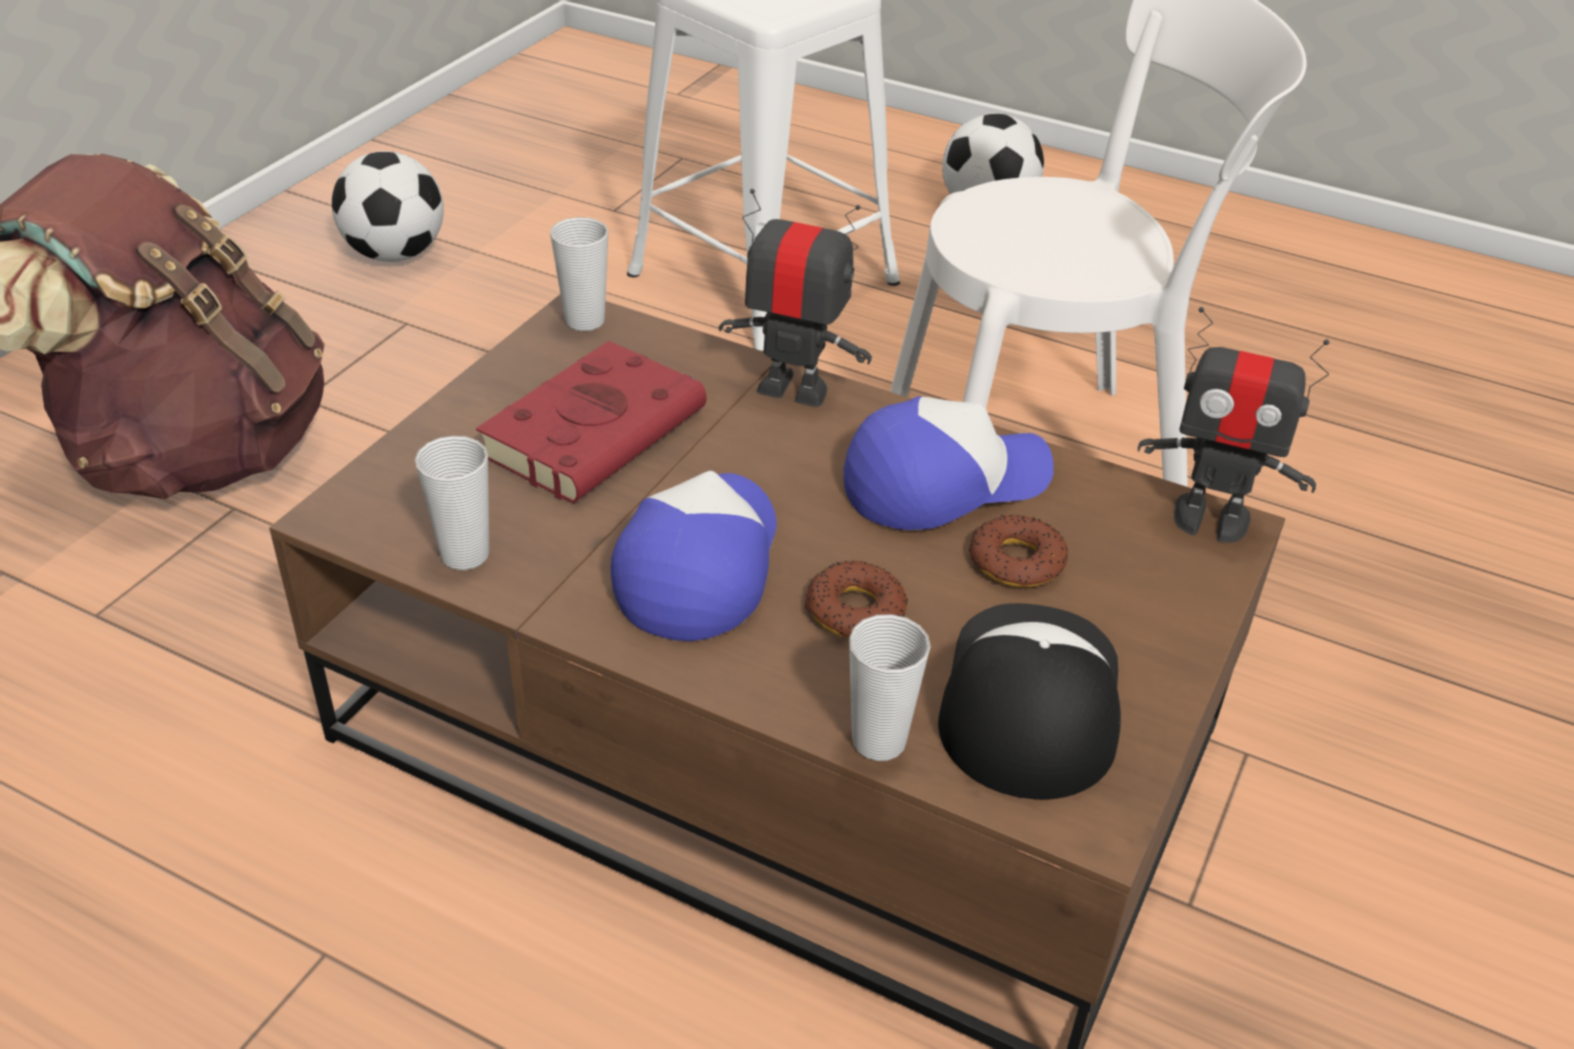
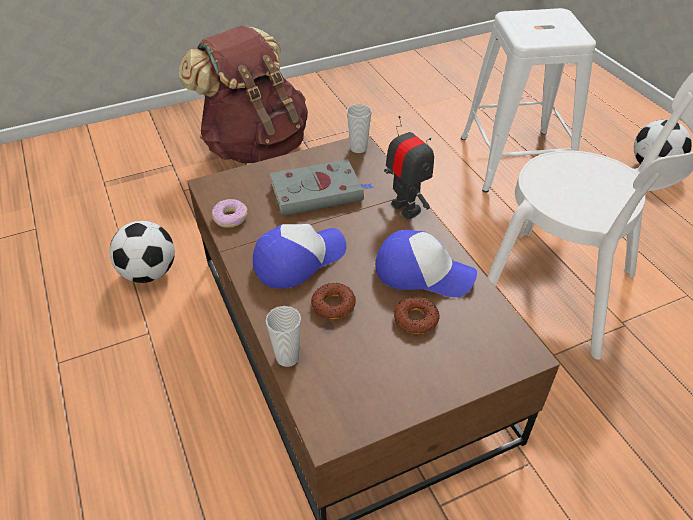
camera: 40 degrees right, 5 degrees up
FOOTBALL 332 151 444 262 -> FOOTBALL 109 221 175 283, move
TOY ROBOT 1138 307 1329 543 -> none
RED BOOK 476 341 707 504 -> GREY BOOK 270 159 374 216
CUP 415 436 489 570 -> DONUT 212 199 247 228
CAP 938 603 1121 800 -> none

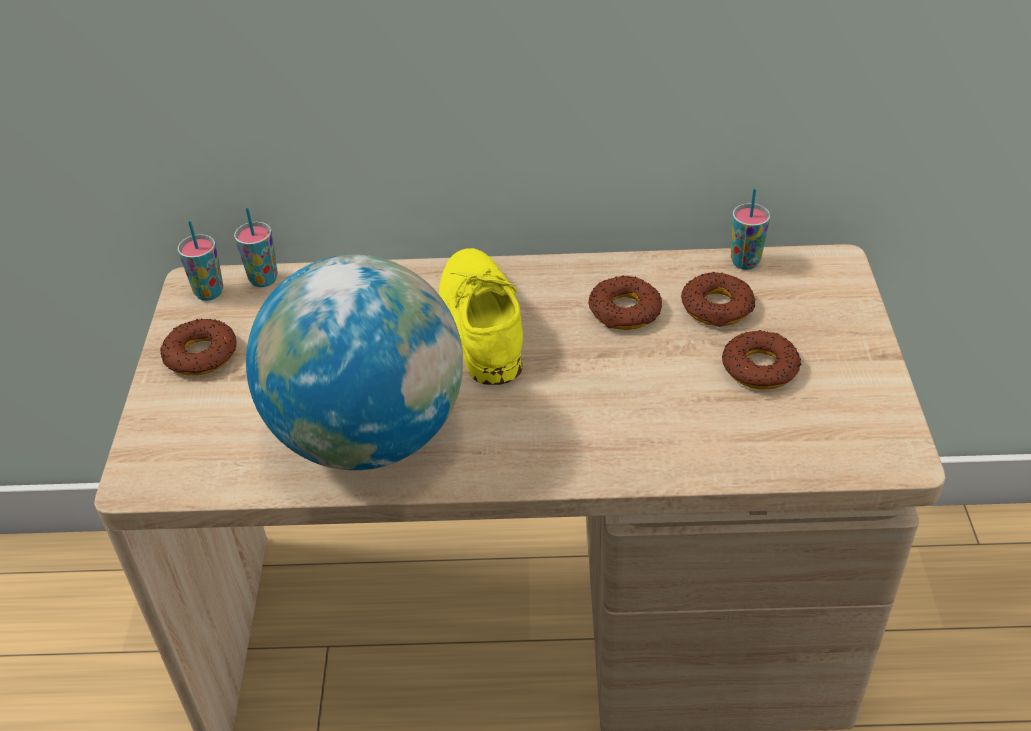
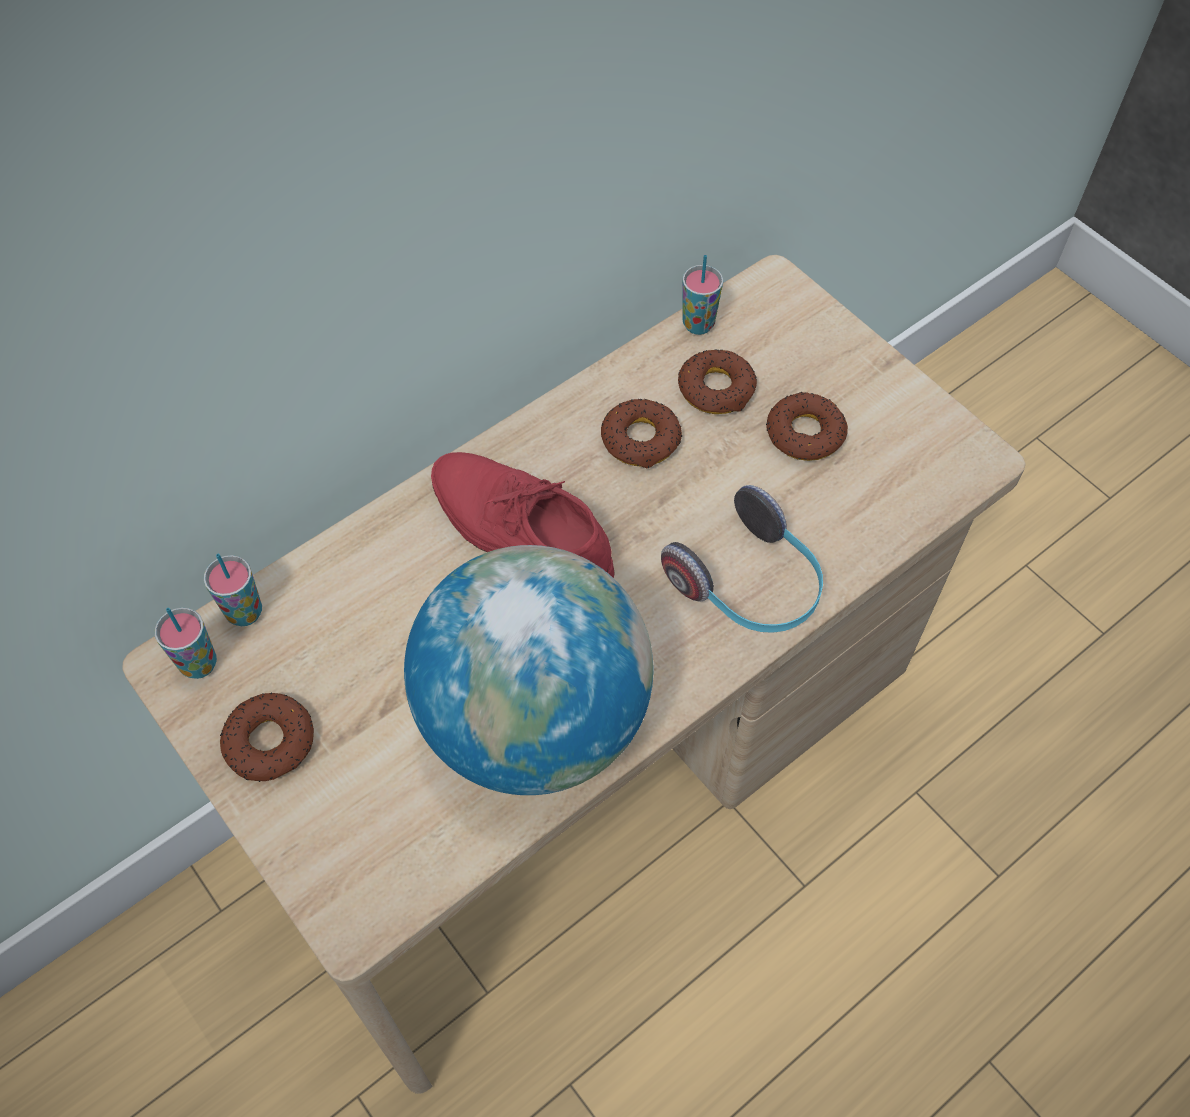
camera: 40 degrees left, 15 degrees up
YELLOW SHOE 439 248 523 385 -> RED SHOE 431 452 615 578
none -> HEADPHONES 661 485 823 633

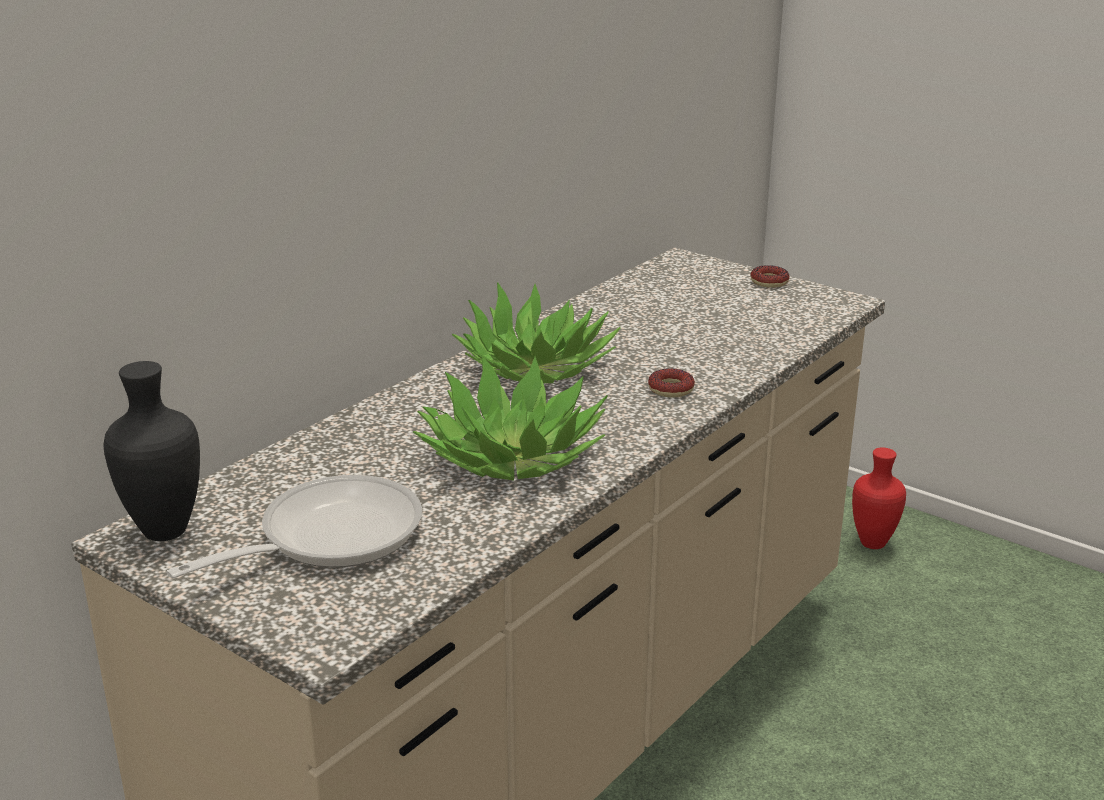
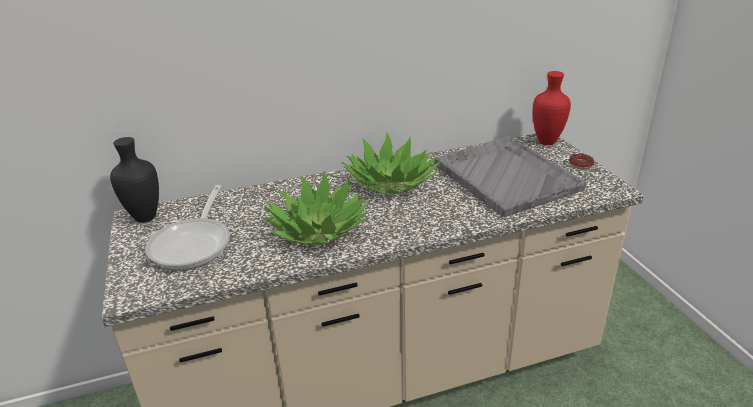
camera: 35 degrees right, 5 degrees up
DONUT 648 368 695 397 -> none
RED VASE 852 447 906 549 -> RED VASE 533 71 571 145, move
FRYING PAN 166 475 422 579 -> FRYING PAN 145 185 230 270, 105 degrees clockwise
none -> GREY TRAY 435 136 587 217

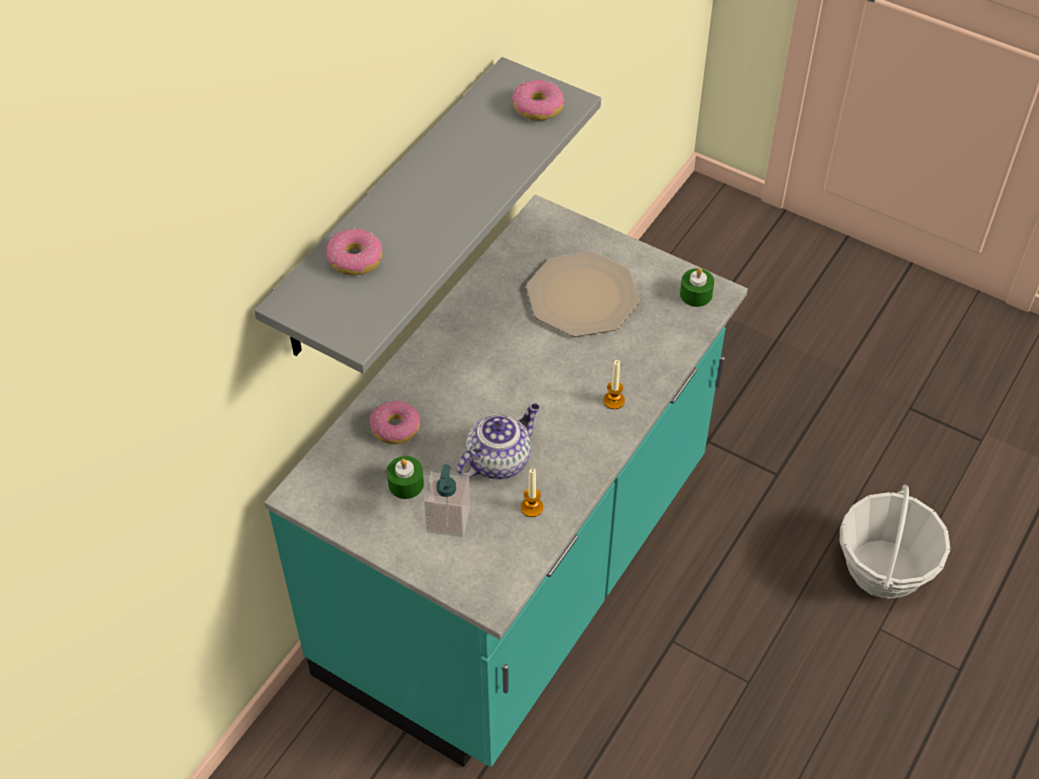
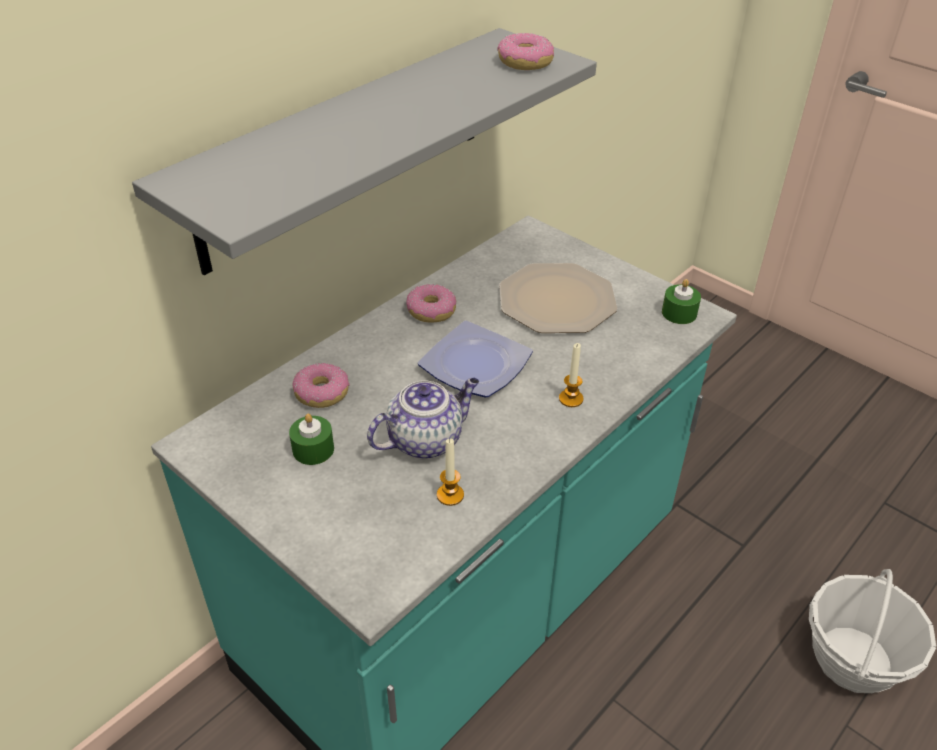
camera: 10 degrees right, 10 degrees down
DONUT 326 228 382 276 -> DONUT 406 284 456 323, move
SOAP DISPENSER 424 464 470 537 -> none
none -> PLATE 418 320 533 397

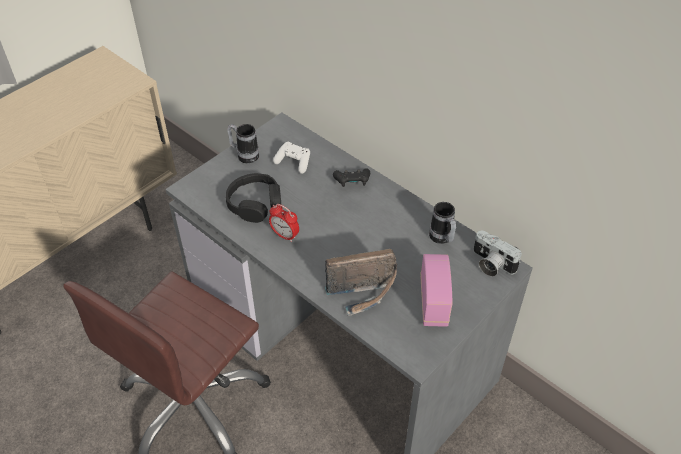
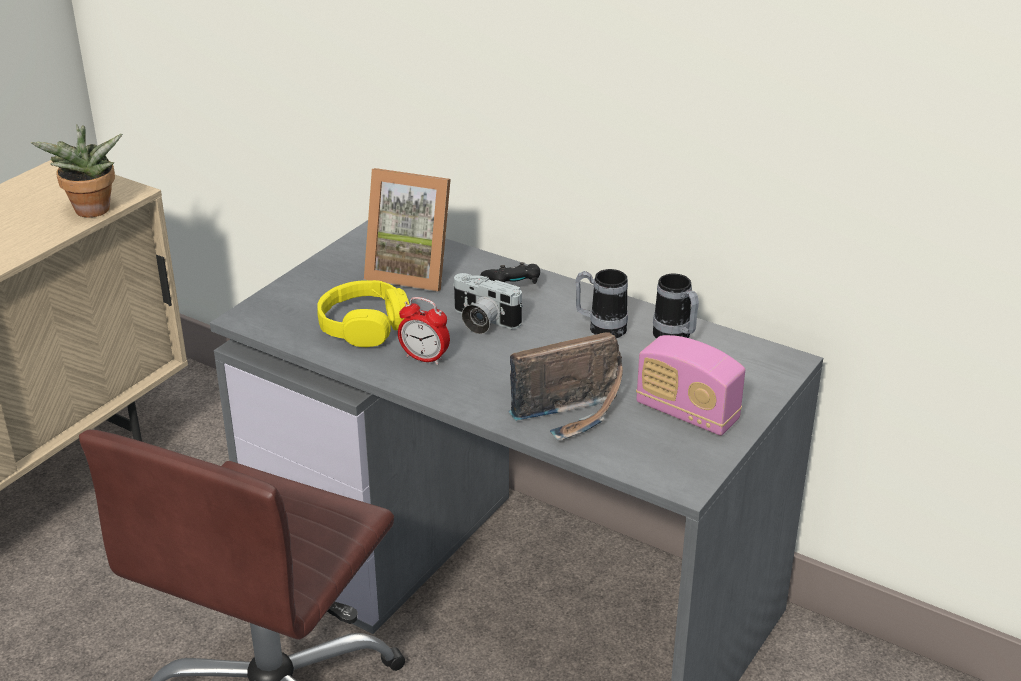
camera: 10 degrees left, 15 degrees down
MUG 227 124 259 164 -> MUG 576 269 628 338, move
WHITE GAME CONTROLLER 273 142 310 174 -> PICTURE FRAME 364 168 451 292
BLACK HEADPHONES 226 173 281 223 -> YELLOW HEADPHONES 317 280 409 347
PHOTO CAMERA 473 231 522 277 -> PHOTO CAMERA 453 273 523 334, move
RADIO 421 254 452 327 -> RADIO 636 335 745 436, 135 degrees clockwise
none -> POTTED PLANT 30 124 122 218

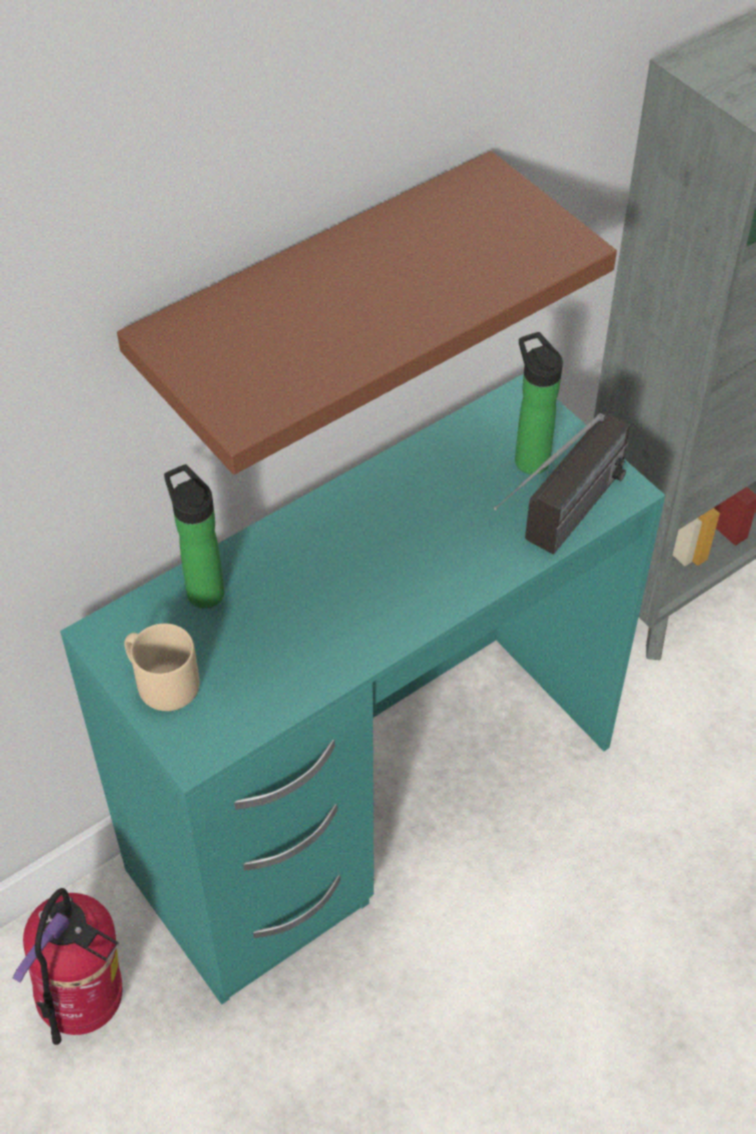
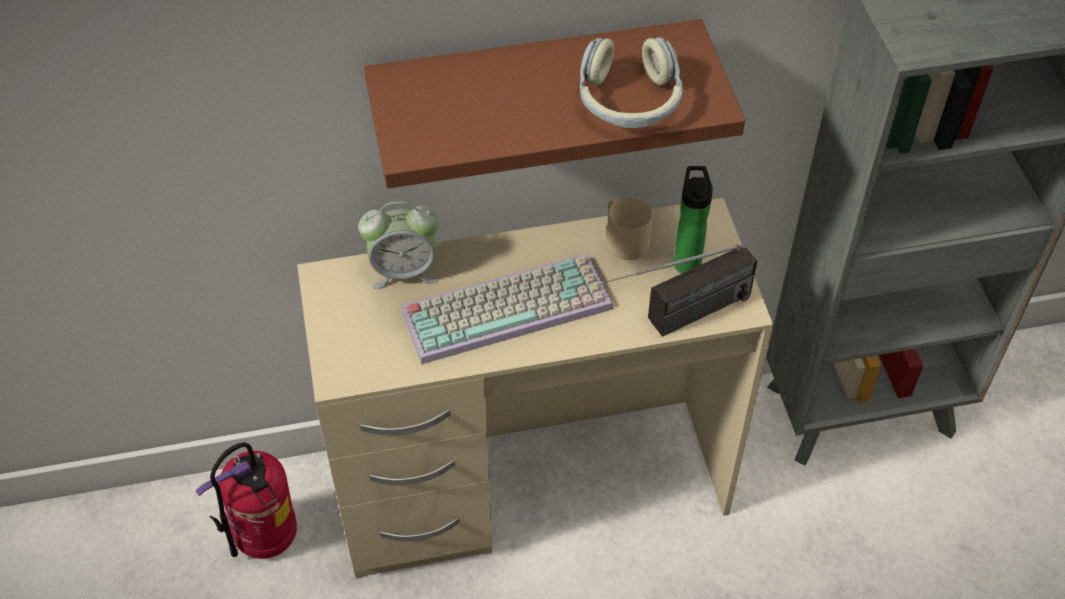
camera: 25 degrees right, 0 degrees up
TURQUOISE DESK 60 373 665 1005 -> BEIGE DESK 297 198 773 579
BOTTLE 164 464 224 608 -> ALARM CLOCK 358 201 439 289
BEIGE MUG 124 623 200 711 -> BEIGE MUG 606 197 653 260, move
none -> HEADPHONES 580 37 683 128
none -> KEYBOARD 401 253 613 365

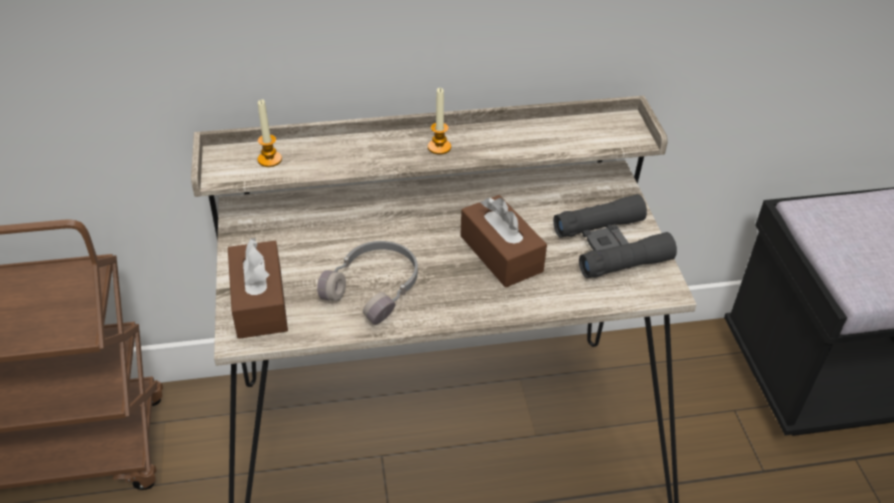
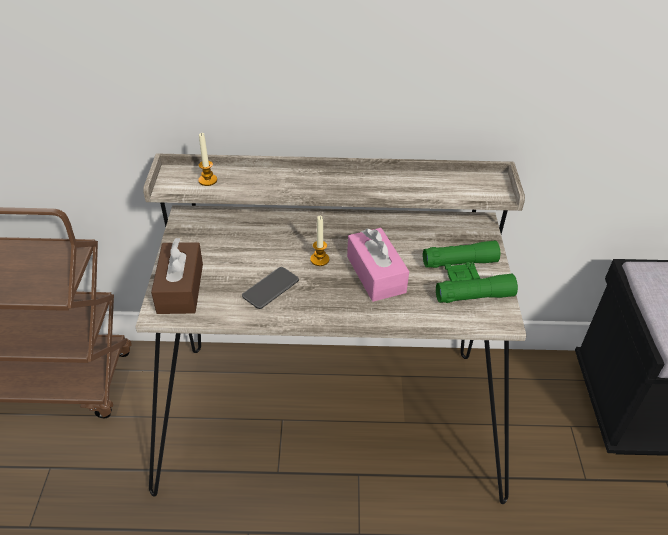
camera: 10 degrees right, 0 degrees up
CANDLE 428 88 451 155 -> CANDLE 310 216 329 266, move
BLACK BINOCULARS 553 194 677 278 -> GREEN BINOCULARS 423 240 518 303
BROWN TISSUE BOX 460 195 547 288 -> PINK TISSUE BOX 347 228 409 302
GREY HEADPHONES 317 241 418 325 -> PHONE 242 267 299 309

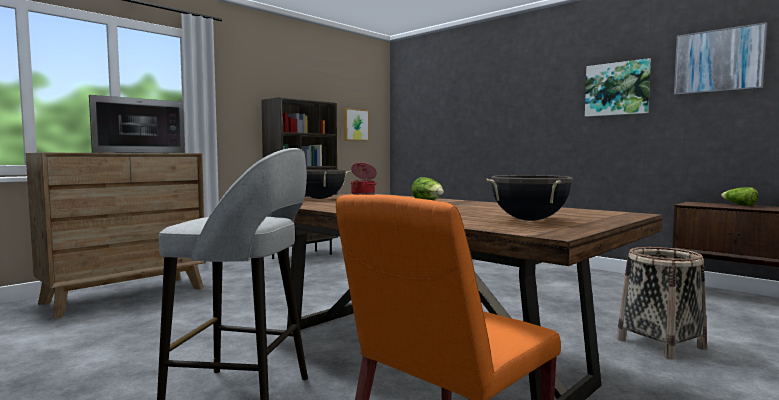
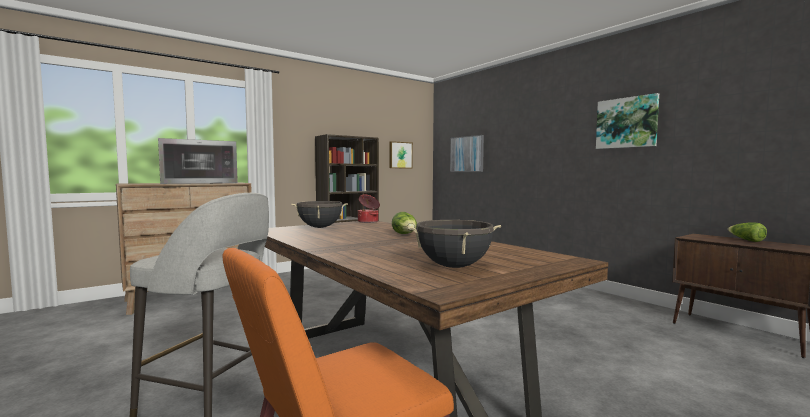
camera: 10 degrees right, 0 degrees up
PICTURE 674 22 767 95 -> PICTURE 450 135 484 172, move
BASKET 617 247 707 359 -> none

